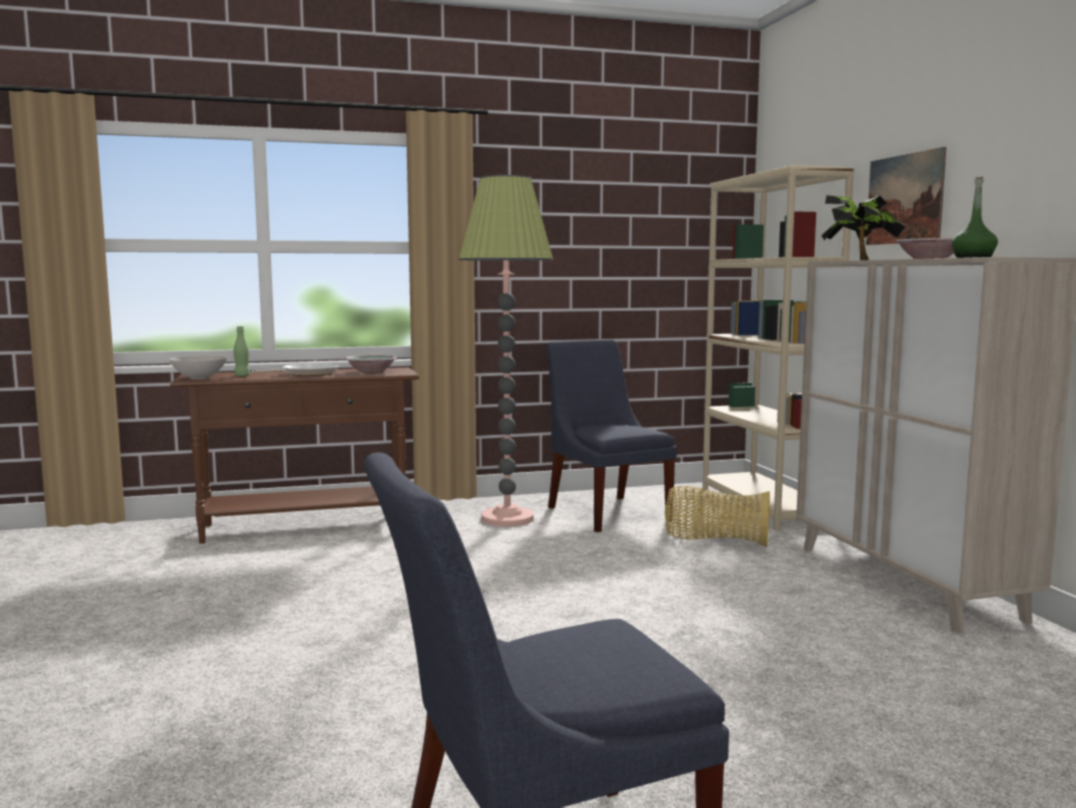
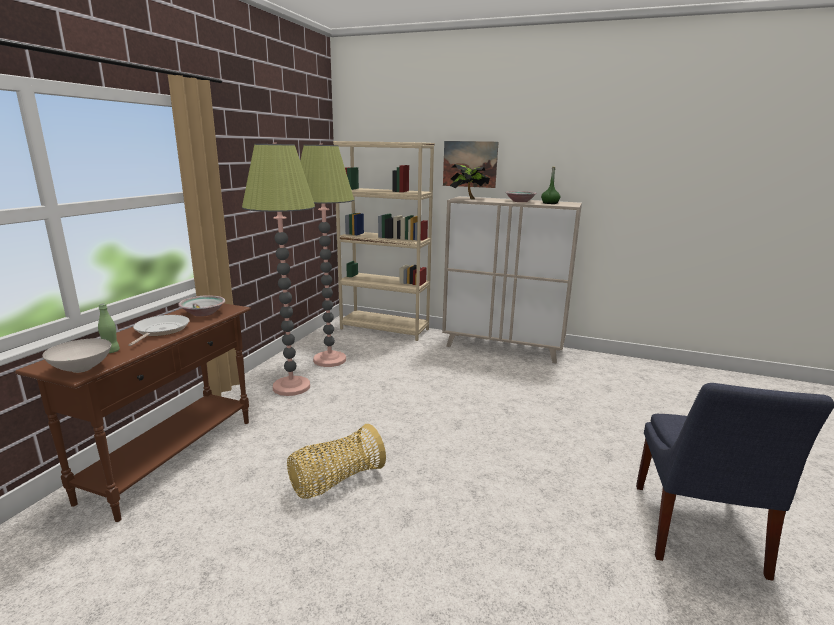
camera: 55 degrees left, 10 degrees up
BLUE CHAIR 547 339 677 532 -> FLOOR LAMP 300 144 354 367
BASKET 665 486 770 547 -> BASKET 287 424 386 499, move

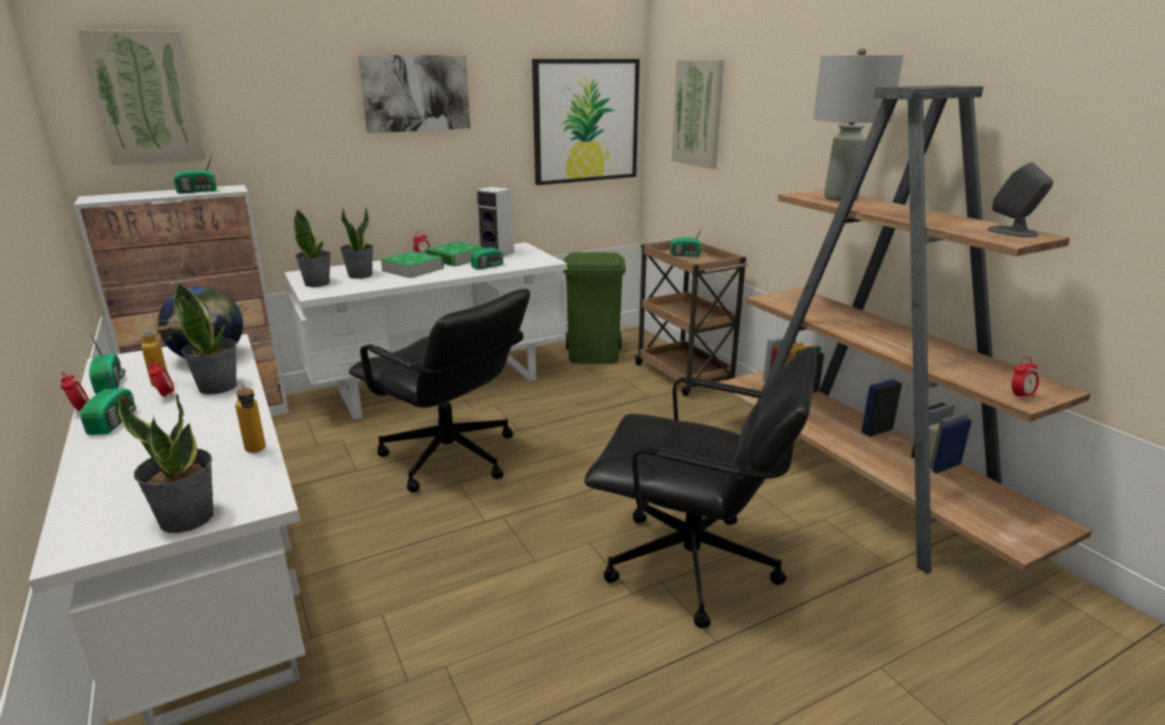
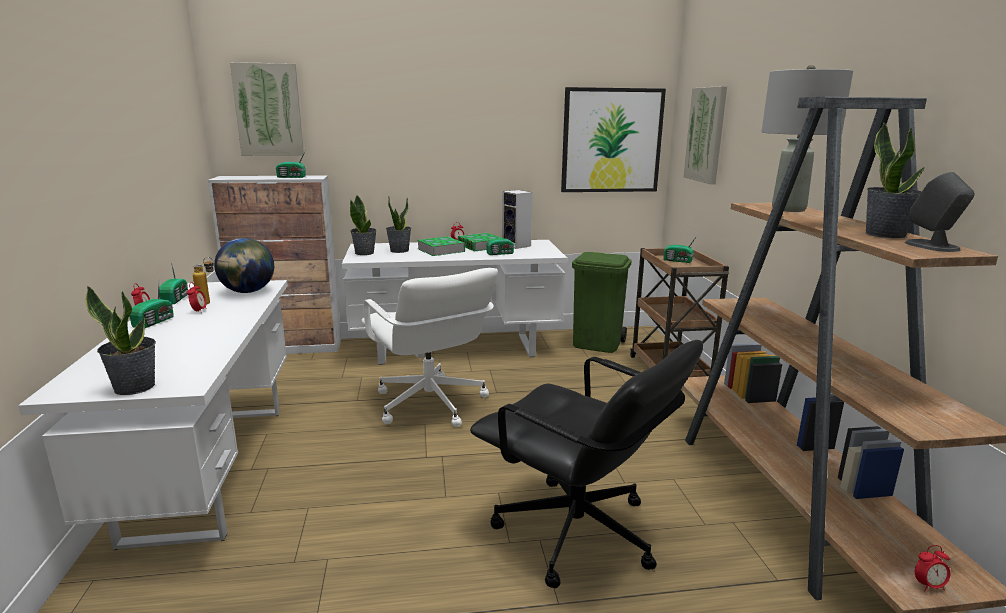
camera: 20 degrees right, 5 degrees down
PICTURE 358 55 470 133 -> none
POTTED PLANT 174 282 237 395 -> POTTED PLANT 865 123 925 238, move
BLACK OFFICE CHAIR 349 289 530 492 -> WHITE OFFICE CHAIR 361 268 498 427
ALARM CLOCK 1012 357 1039 401 -> ALARM CLOCK 915 545 951 592, move
BOTTLE 235 383 266 453 -> none

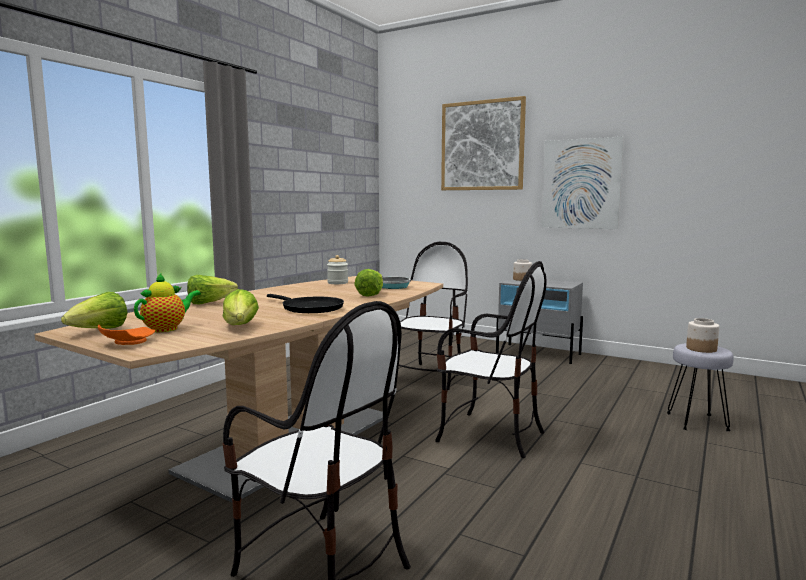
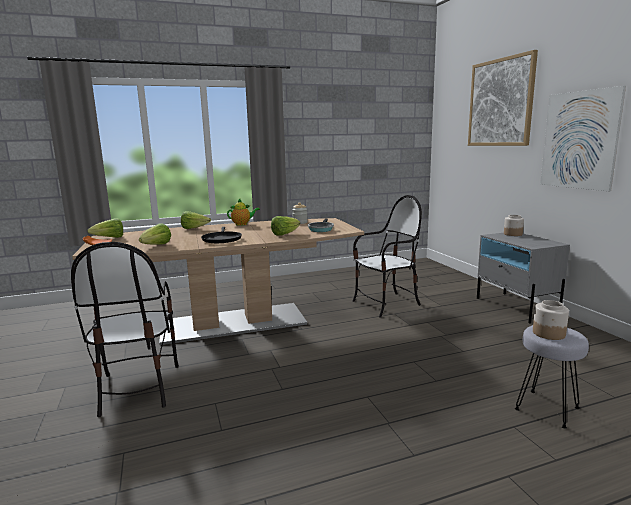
camera: 40 degrees right, 5 degrees up
CHAIR 435 261 547 458 -> none
TEAPOT 134 273 201 332 -> TEAPOT 227 199 260 226, move

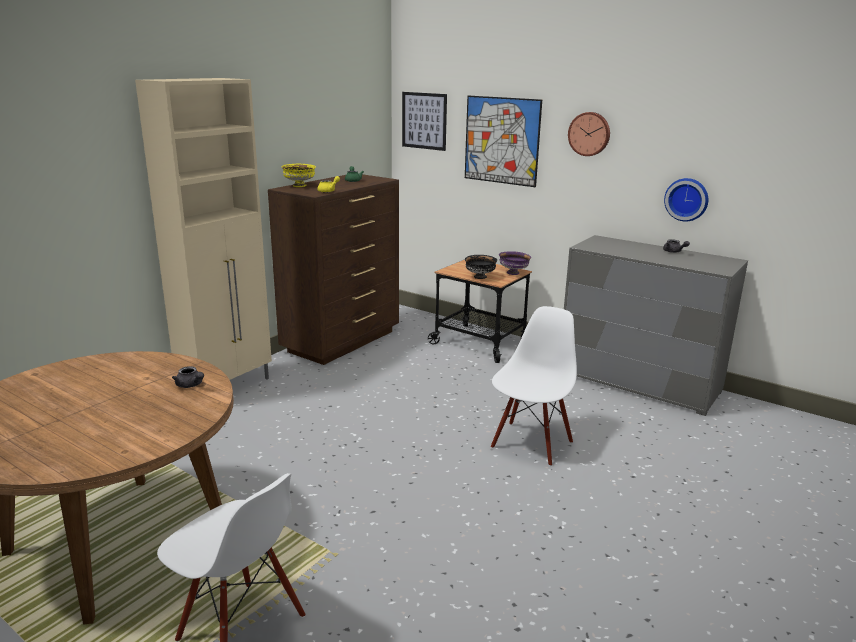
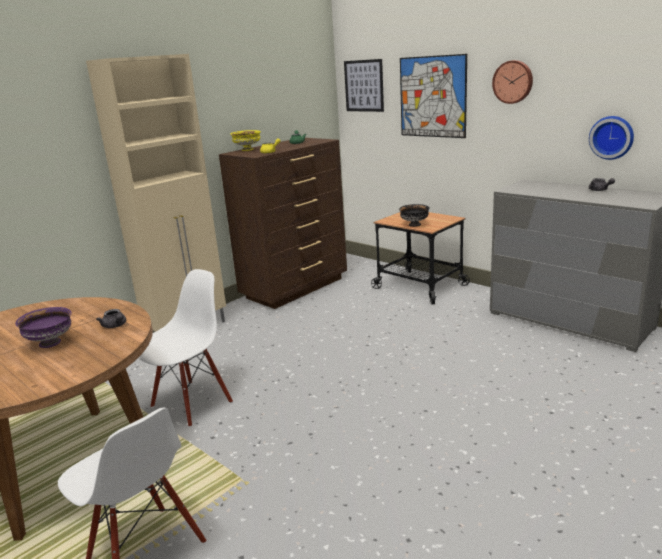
camera: 10 degrees right, 0 degrees up
PURPLE BOWL 499 251 531 275 -> PURPLE BOWL 15 307 72 348, move
WHITE CHAIR 491 306 577 466 -> WHITE CHAIR 139 269 233 427, move

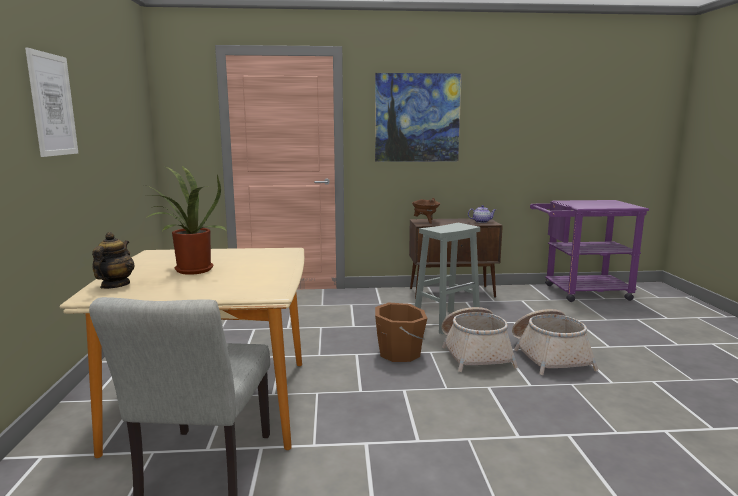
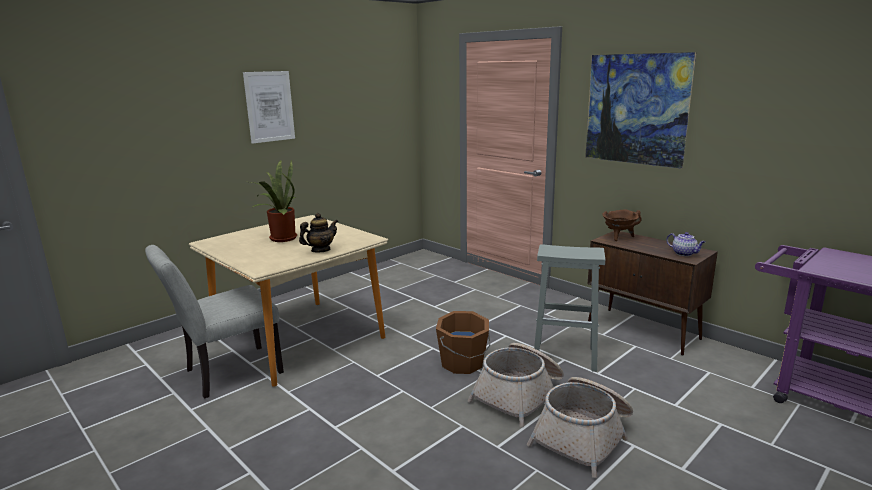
camera: 50 degrees right, 5 degrees up
TEAPOT 92 232 135 289 -> TEAPOT 299 213 338 253, move

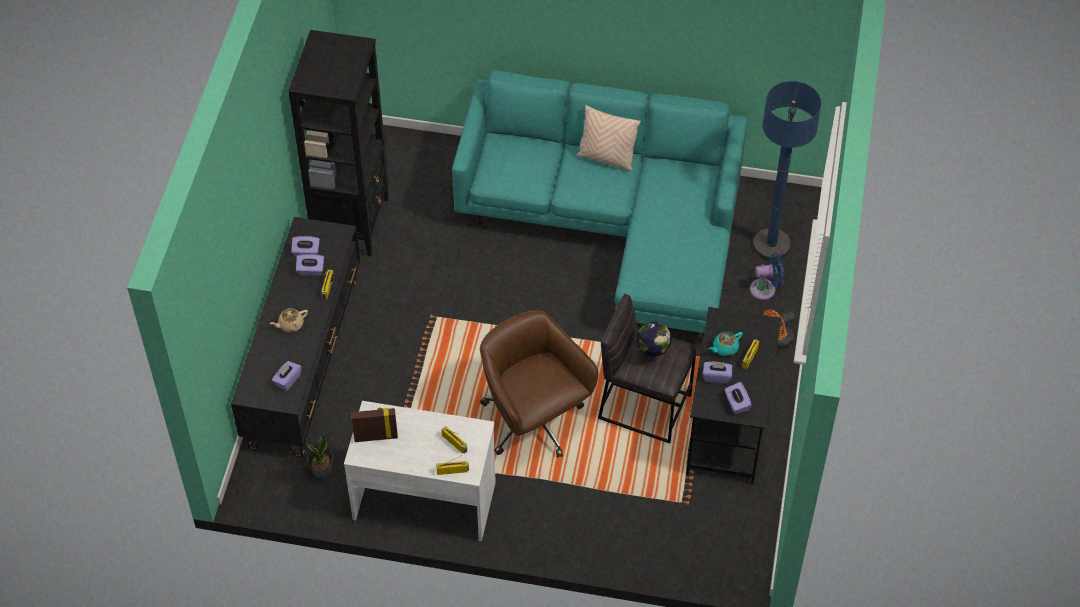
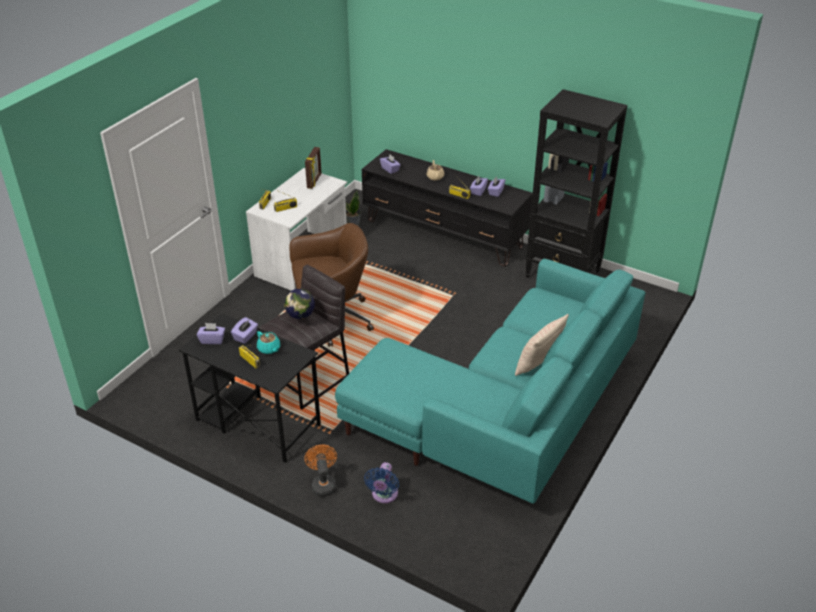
camera: 110 degrees right, 15 degrees down
BLUE FLOOR LAMP 753 81 821 260 -> none
TURQUOISE TEAPOT 709 331 743 356 -> TURQUOISE TEAPOT 257 331 280 354, 150 degrees clockwise

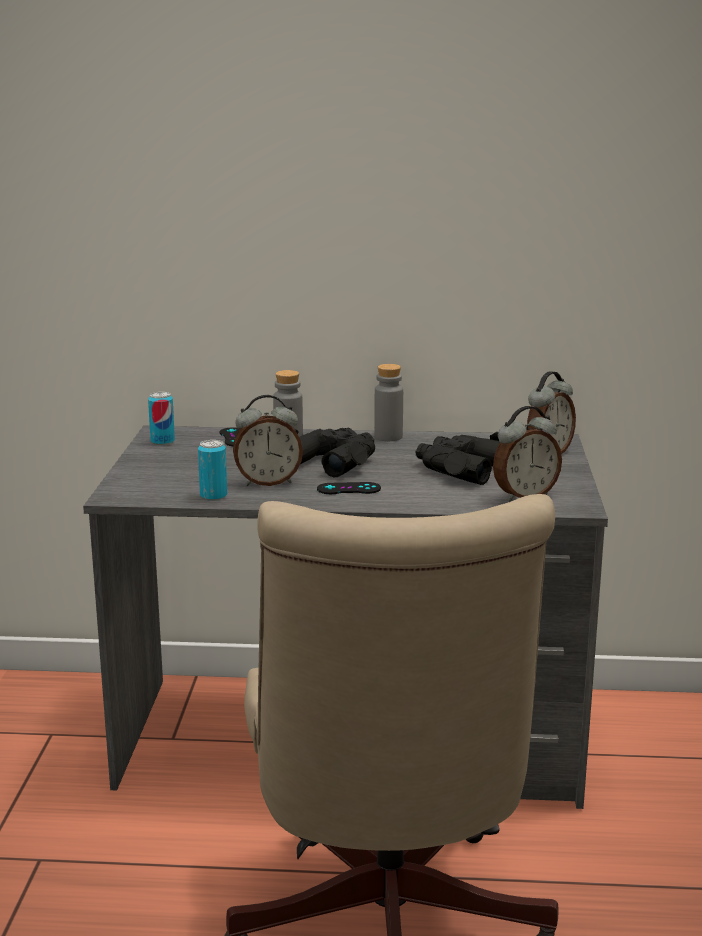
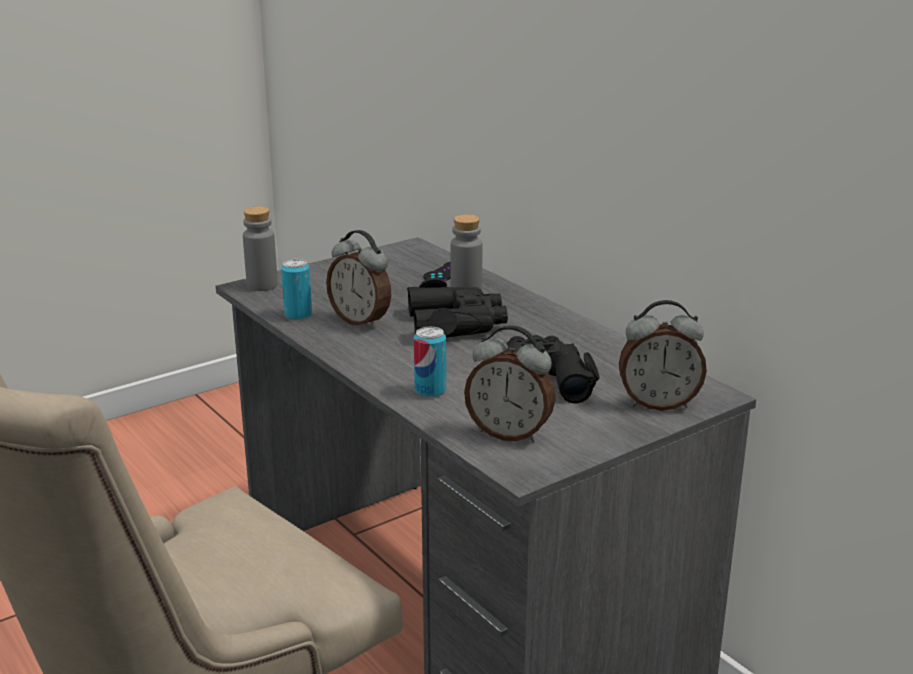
camera: 50 degrees right, 5 degrees up
GREY BOTTLE 374 364 403 441 -> GREY BOTTLE 243 206 278 291, move
CAN 148 392 175 445 -> CAN 414 327 446 398, move
BLACK GAME CONTROLLER 317 482 381 494 -> none

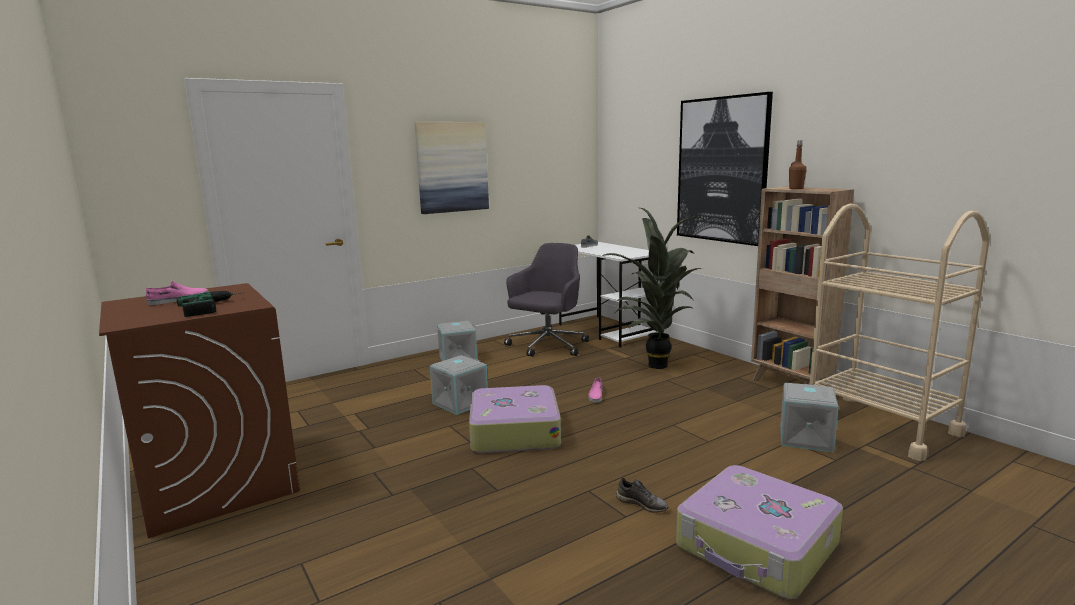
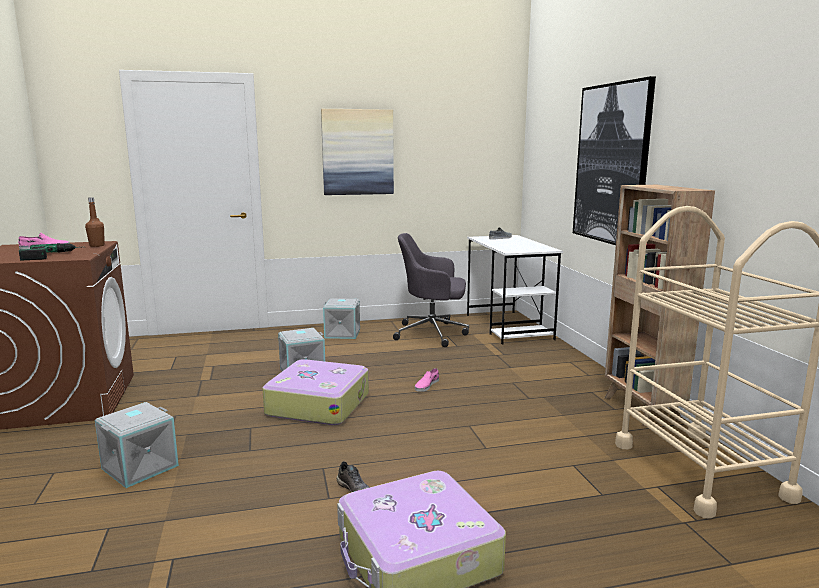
camera: 20 degrees right, 0 degrees up
BROWN BOTTLE 789 140 807 189 -> BROWN BOTTLE 85 197 105 247, move
POTTED PLANT 602 208 706 369 -> none
GREY OFFICE CHAIR 504 243 589 357 -> GREY OFFICE CHAIR 393 233 469 347, 135 degrees counterclockwise
GREY STORAGE BOX 780 383 839 452 -> GREY STORAGE BOX 95 402 179 488, move

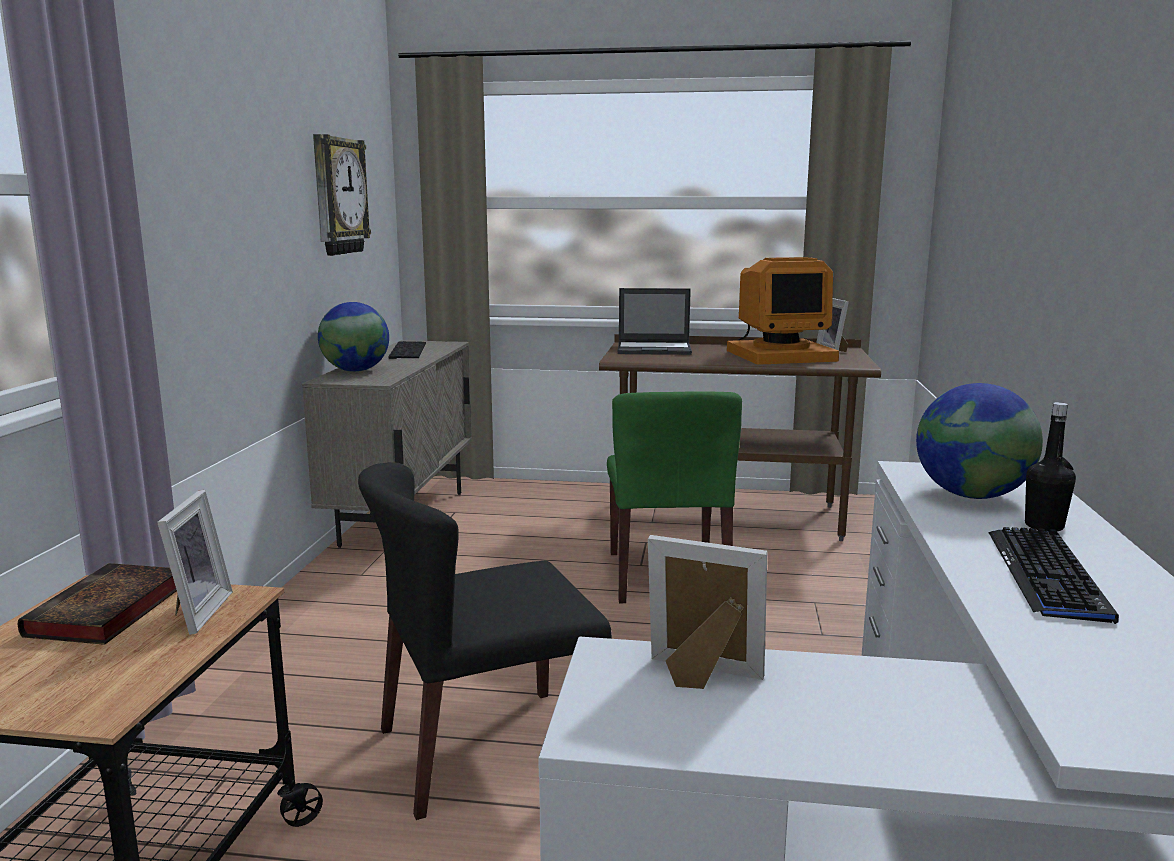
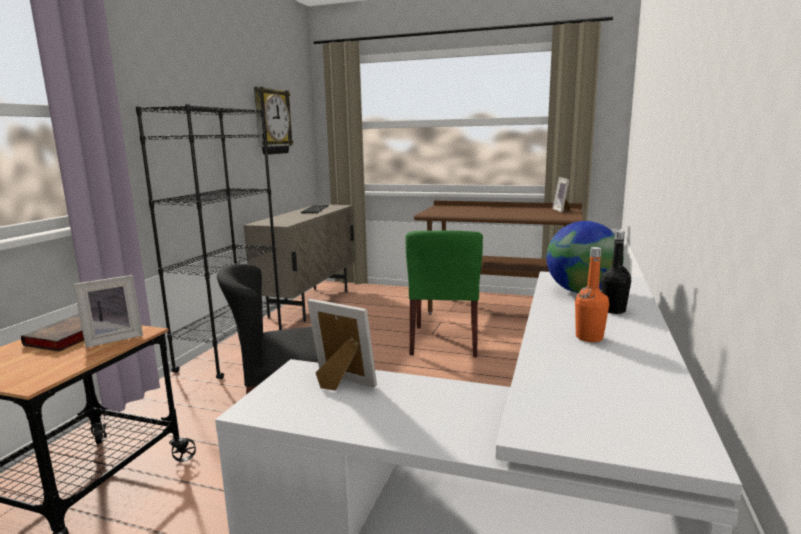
camera: 10 degrees right, 0 degrees up
MONITOR 727 257 839 365 -> none
LAPTOP 617 288 692 355 -> none
GLOBE 318 302 389 372 -> none
PICTURE FRAME 157 490 233 635 -> PICTURE FRAME 74 275 143 348, 45 degrees clockwise
KEYBOARD 988 527 1119 624 -> ORANGE BOTTLE 575 247 609 342
none -> BLACK BOOKCASE 136 104 282 379

